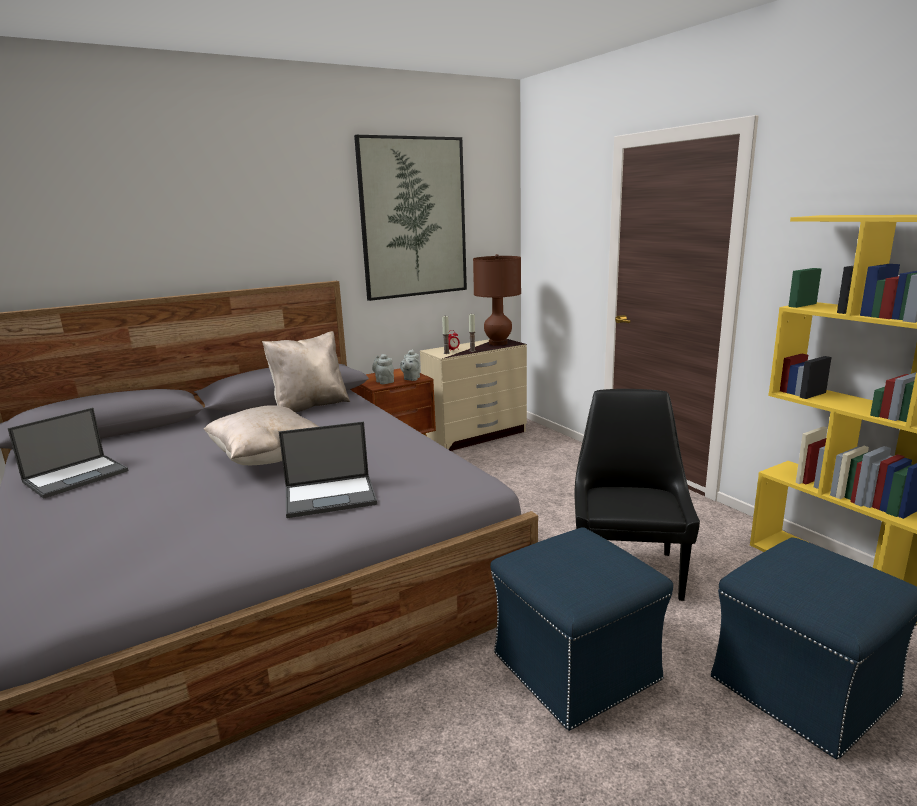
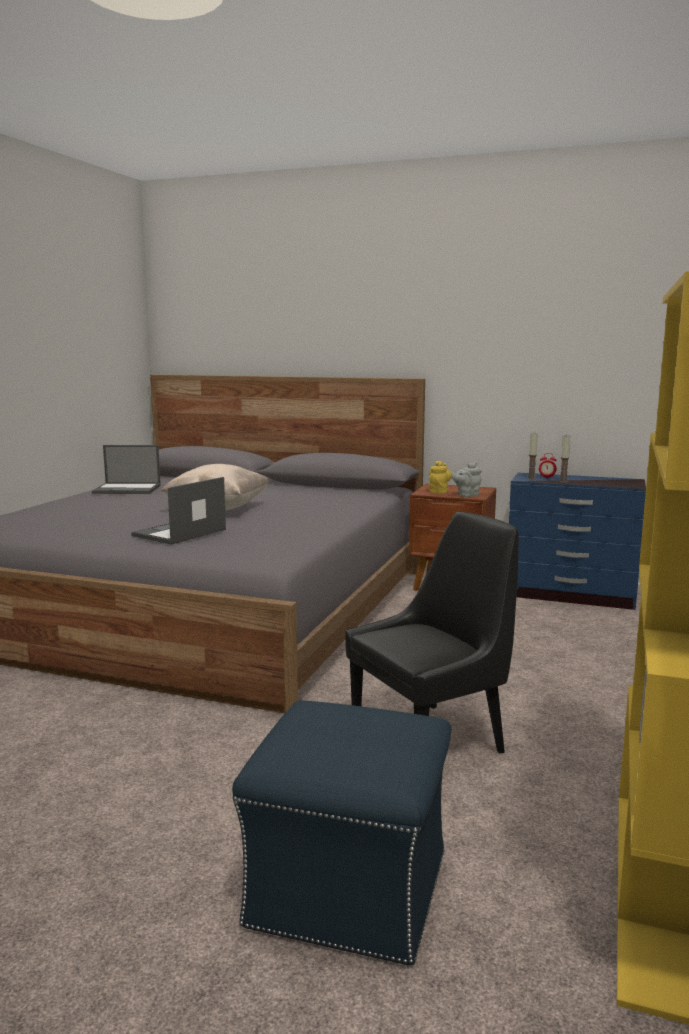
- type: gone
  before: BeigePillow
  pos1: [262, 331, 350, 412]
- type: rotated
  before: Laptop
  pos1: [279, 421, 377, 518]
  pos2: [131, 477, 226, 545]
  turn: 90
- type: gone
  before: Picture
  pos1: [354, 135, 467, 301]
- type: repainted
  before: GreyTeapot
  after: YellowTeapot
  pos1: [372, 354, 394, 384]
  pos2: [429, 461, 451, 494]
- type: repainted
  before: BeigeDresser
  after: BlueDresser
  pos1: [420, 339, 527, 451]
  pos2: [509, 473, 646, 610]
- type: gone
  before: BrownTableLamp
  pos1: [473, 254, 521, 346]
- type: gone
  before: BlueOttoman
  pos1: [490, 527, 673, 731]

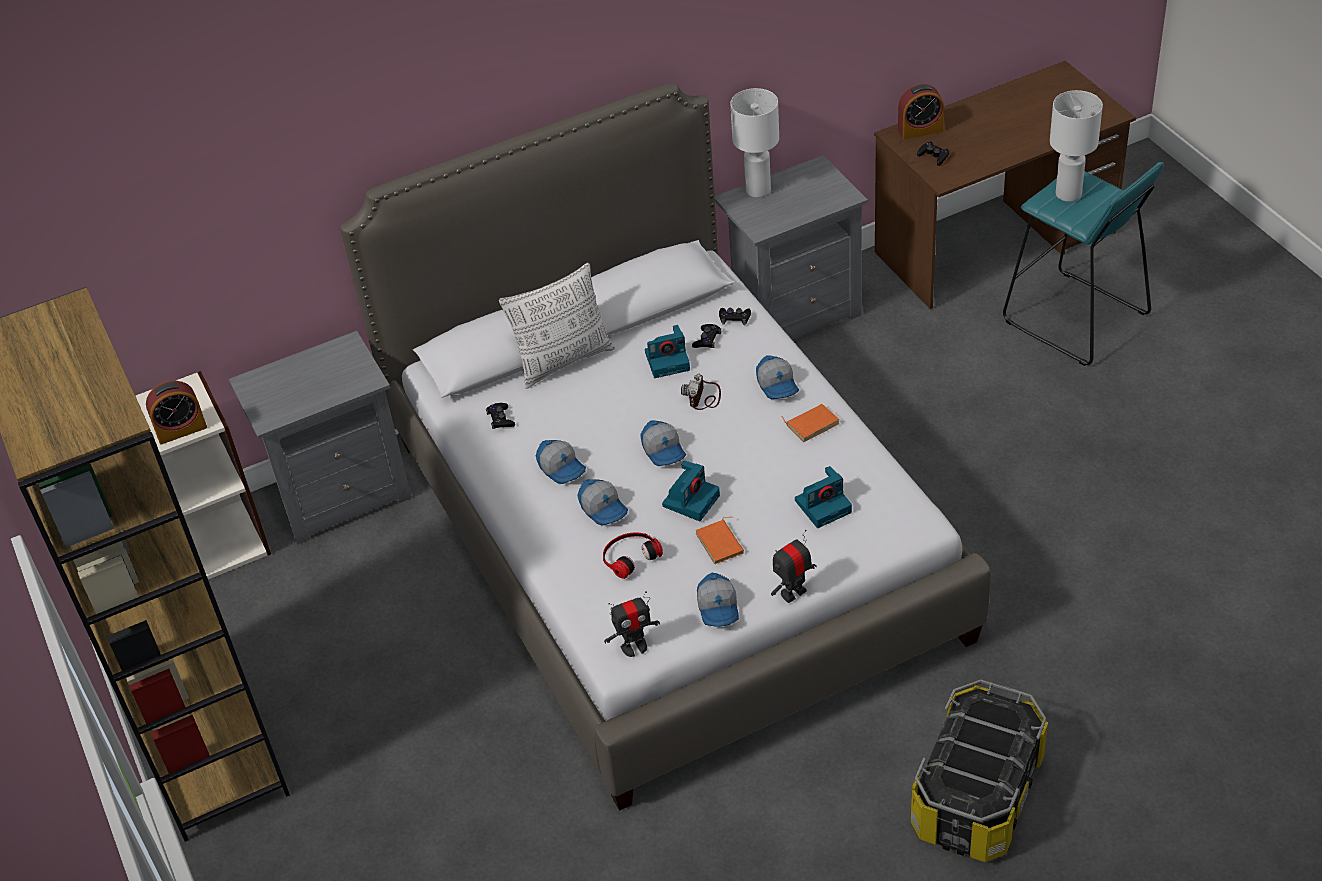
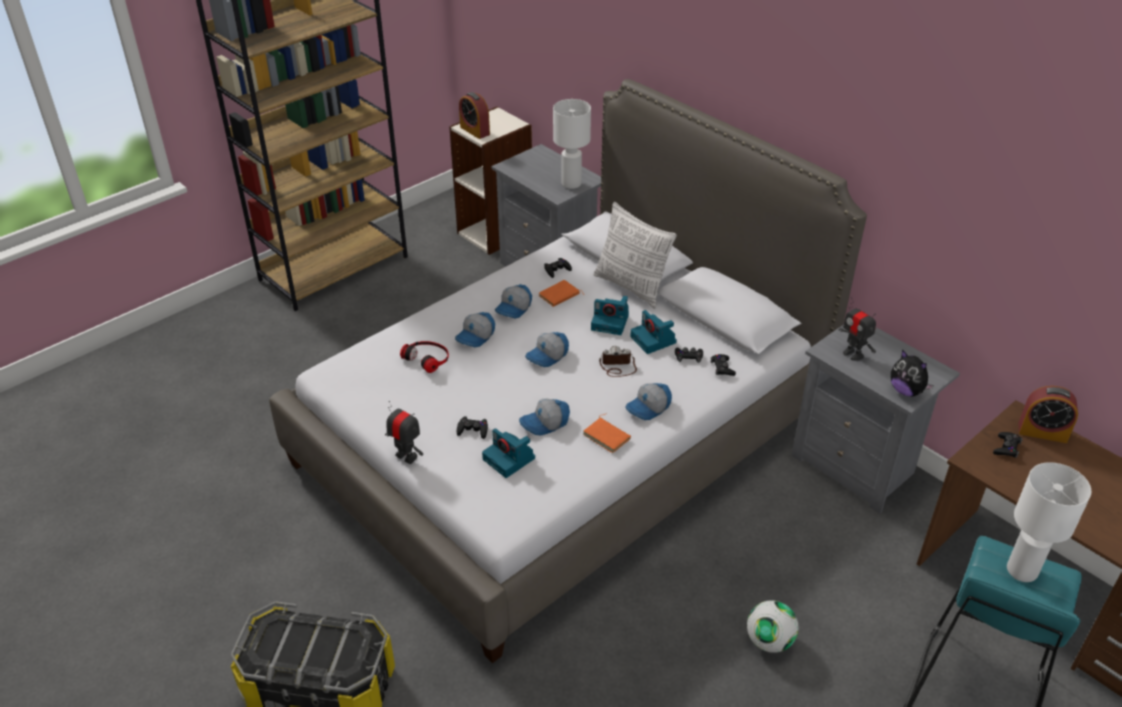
- type: shifted
  before: ToyRobot
  pos1: [604, 591, 660, 657]
  pos2: [839, 297, 876, 361]
- type: shifted
  before: PhotoCamera
  pos1: [662, 461, 720, 521]
  pos2: [591, 296, 629, 335]
- type: shifted
  before: OrangeBook
  pos1: [696, 517, 744, 564]
  pos2: [539, 280, 584, 307]
- type: shifted
  before: Cap
  pos1: [697, 573, 739, 627]
  pos2: [519, 399, 570, 435]
- type: shifted
  before: WhiteTableLamp
  pos1: [731, 88, 779, 198]
  pos2: [553, 99, 591, 189]
- type: rotated
  before: AlarmClock
  pos1: [898, 84, 944, 140]
  pos2: [1019, 386, 1078, 443]
  turn: -45
- type: new
  after: BlackGameController
  pos2: [457, 416, 488, 439]
- type: new
  after: Football
  pos2: [747, 600, 799, 653]
- type: new
  after: PlushToy
  pos2: [891, 349, 934, 396]

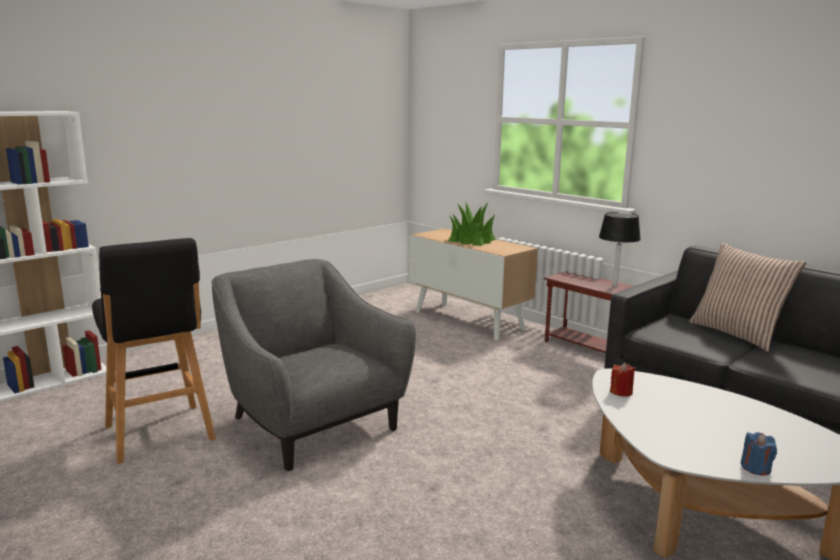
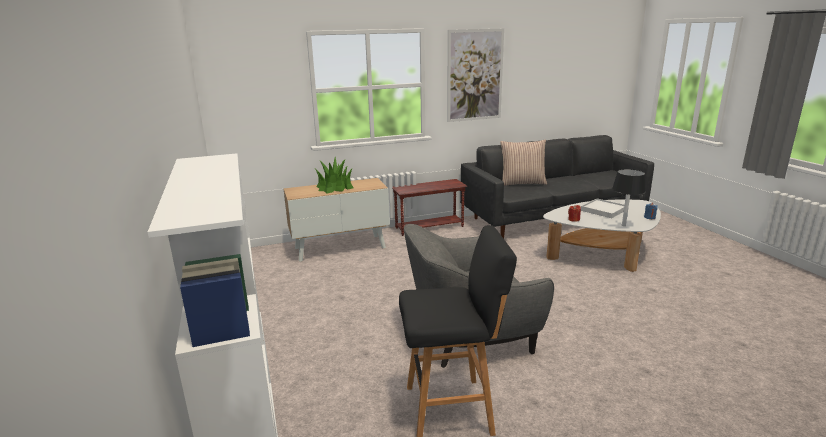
- type: shifted
  before: BlackTableLamp
  pos1: [599, 212, 641, 287]
  pos2: [612, 169, 646, 226]
- type: new
  after: Picture
  pos2: [447, 29, 504, 122]
- type: new
  after: WhiteTray
  pos2: [581, 198, 624, 218]

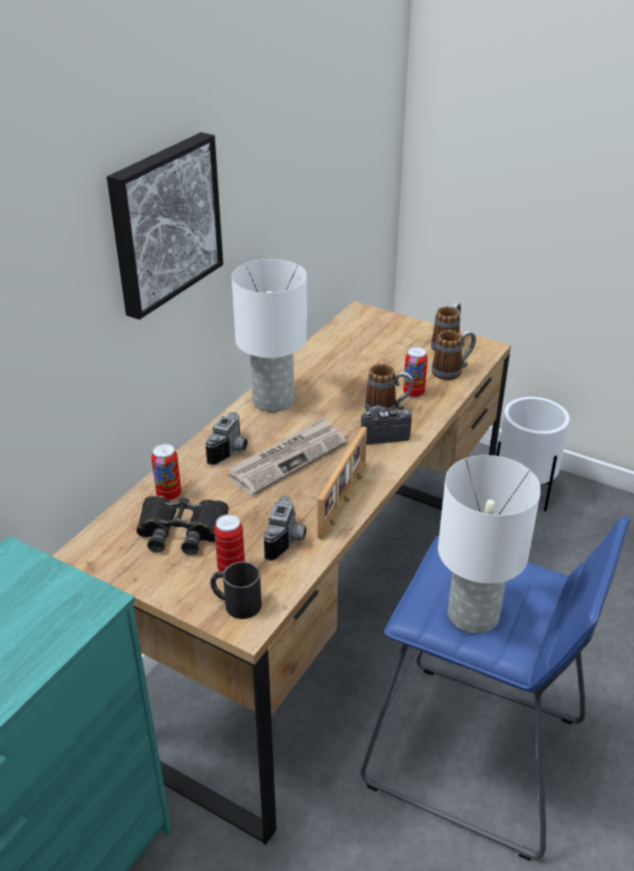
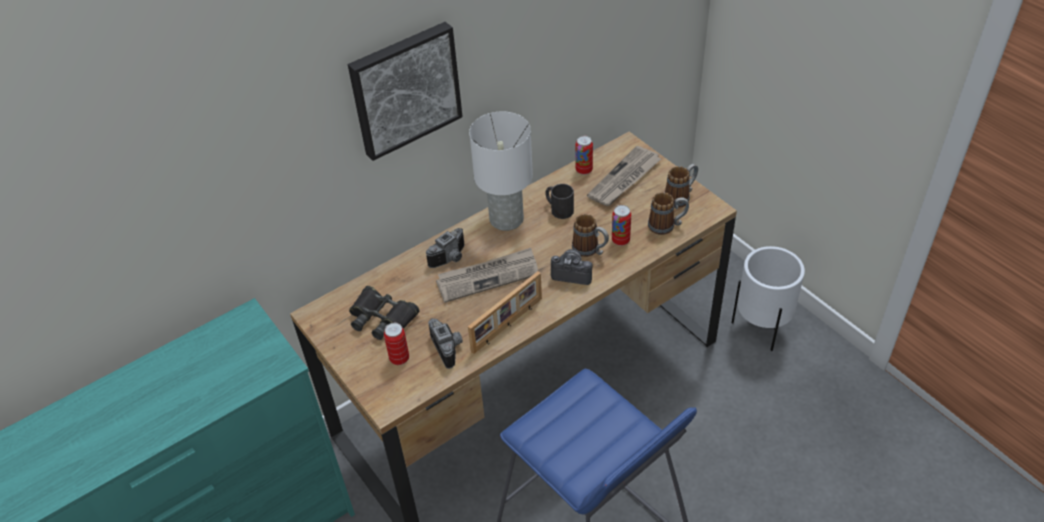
- type: shifted
  before: Can
  pos1: [151, 443, 181, 501]
  pos2: [575, 136, 593, 175]
- type: shifted
  before: BlackMug
  pos1: [210, 562, 262, 619]
  pos2: [545, 184, 574, 219]
- type: rotated
  before: PhotoCamera
  pos1: [263, 496, 306, 561]
  pos2: [428, 318, 463, 369]
  turn: -60
- type: gone
  before: WhiteTableLamp
  pos1: [438, 455, 541, 634]
- type: new
  after: Newspaper
  pos2: [587, 146, 661, 206]

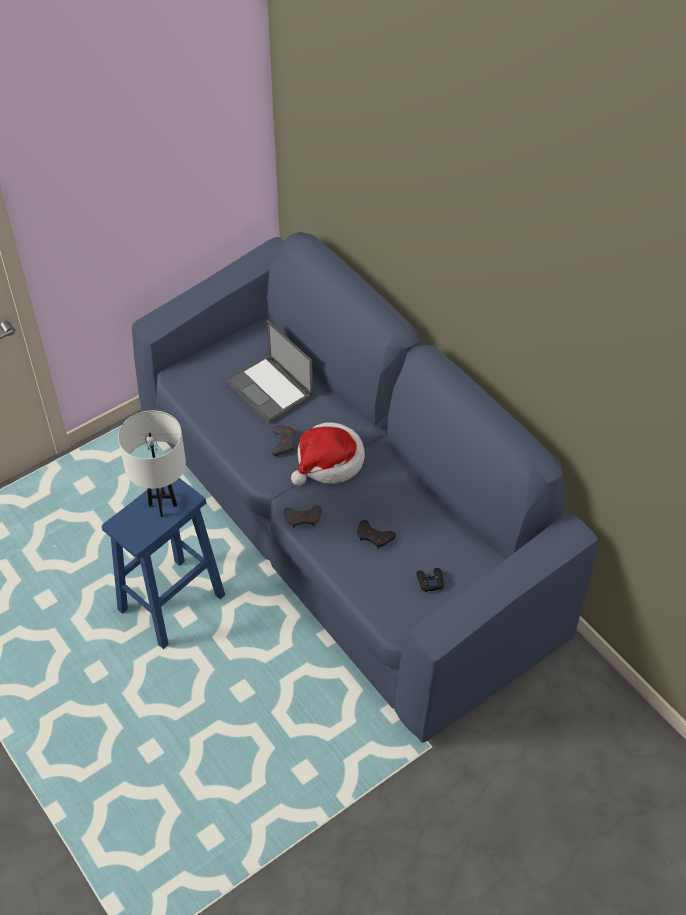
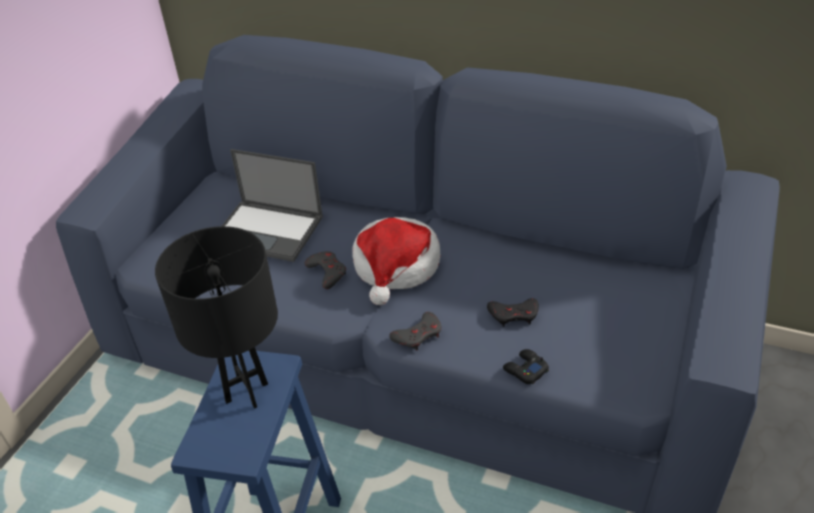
- type: repainted
  before: WhiteTableLamp
  after: BlackTableLamp
  pos1: [118, 410, 186, 517]
  pos2: [155, 226, 278, 409]
- type: shifted
  before: BlackGameController
  pos1: [416, 568, 444, 592]
  pos2: [503, 349, 549, 384]

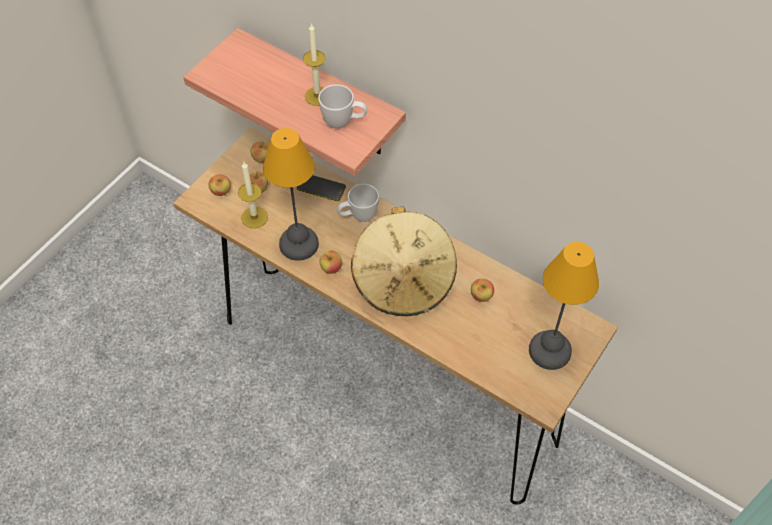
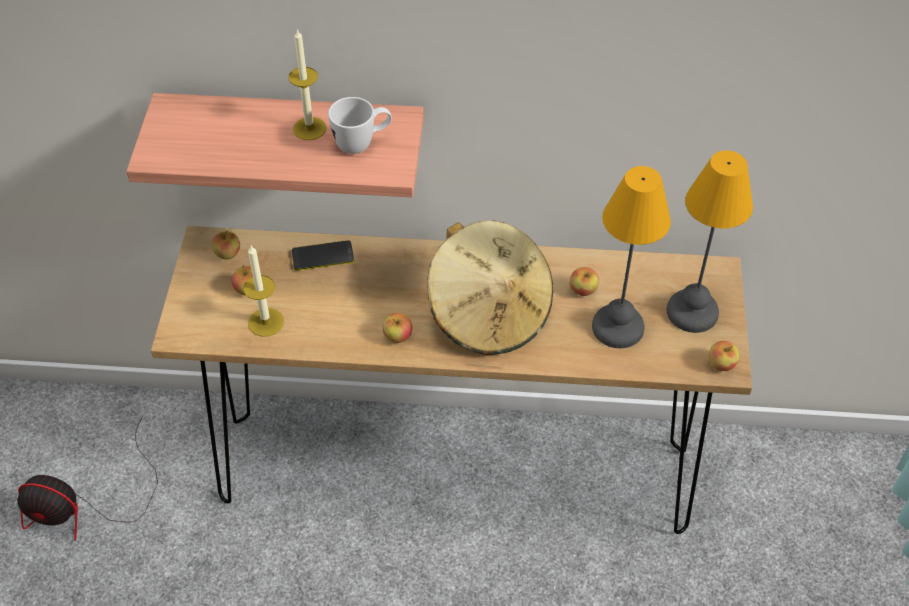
- type: shifted
  before: Apple
  pos1: [209, 174, 231, 196]
  pos2: [709, 341, 739, 371]
- type: shifted
  before: TableLamp
  pos1: [263, 128, 319, 261]
  pos2: [592, 166, 671, 348]
- type: gone
  before: WhiteMug
  pos1: [337, 184, 379, 222]
- type: new
  after: Fan
  pos2: [17, 418, 158, 541]

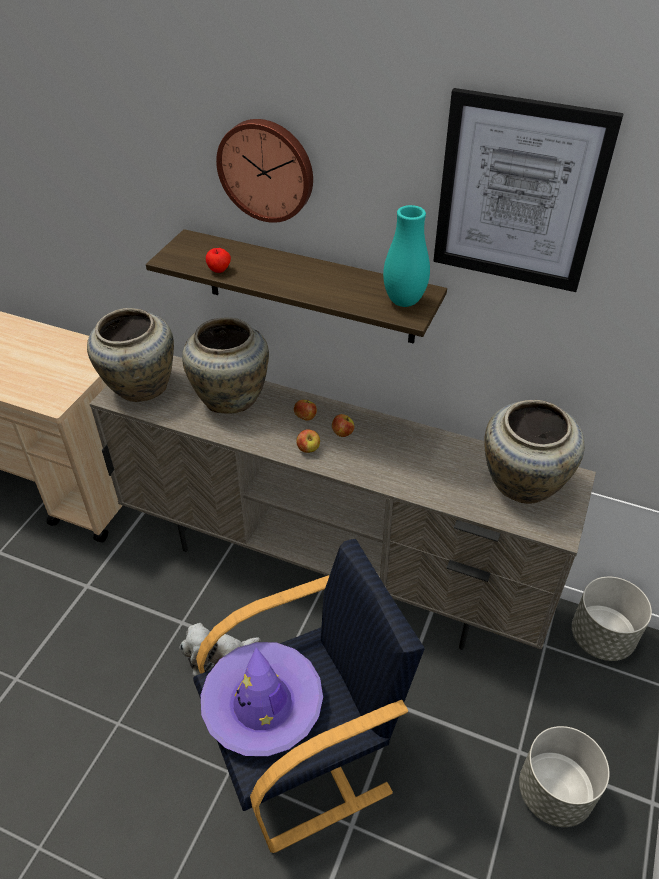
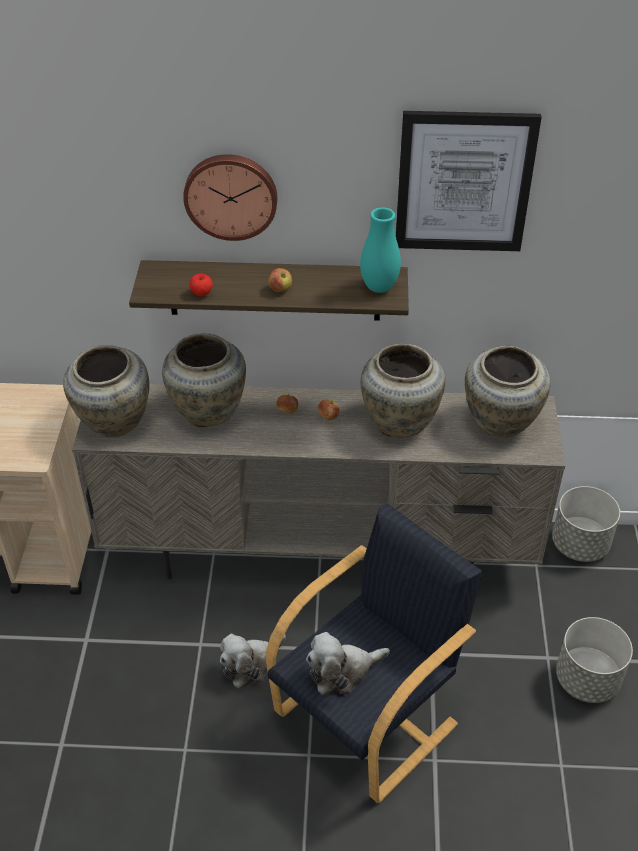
- type: swapped
  before: PurpleHat
  after: PlushToy
  pos1: [201, 642, 323, 756]
  pos2: [306, 632, 390, 695]
- type: shifted
  before: Apple
  pos1: [296, 429, 320, 453]
  pos2: [268, 268, 292, 292]
- type: new
  after: BeigeVase
  pos2: [361, 344, 445, 437]

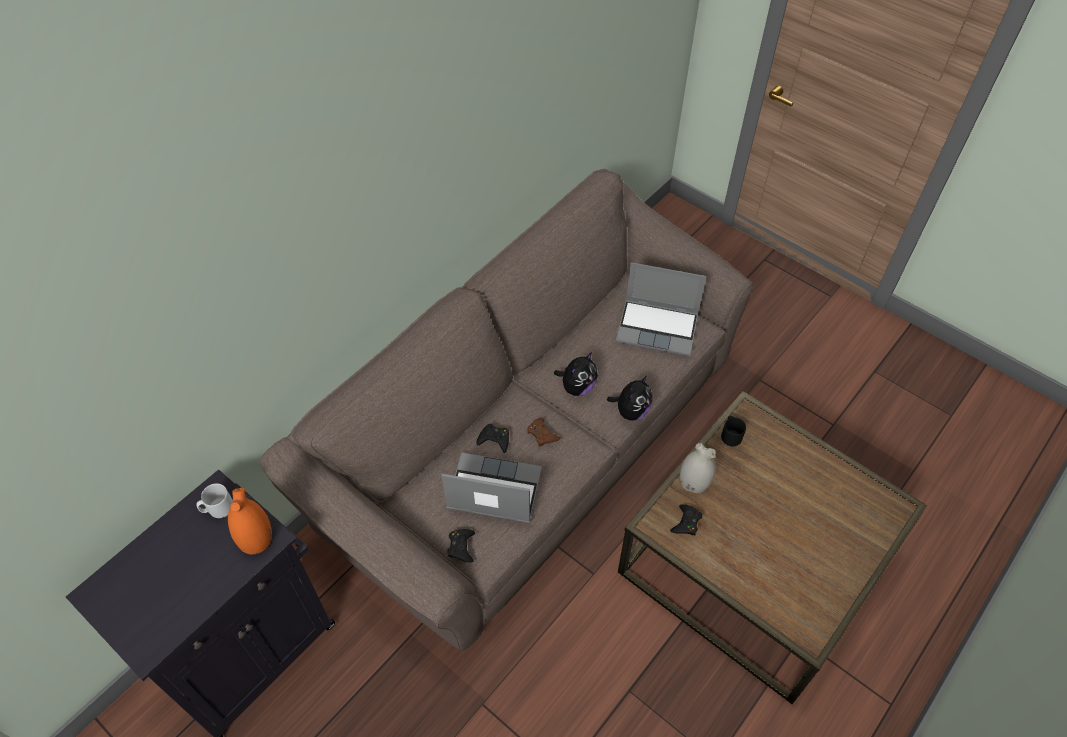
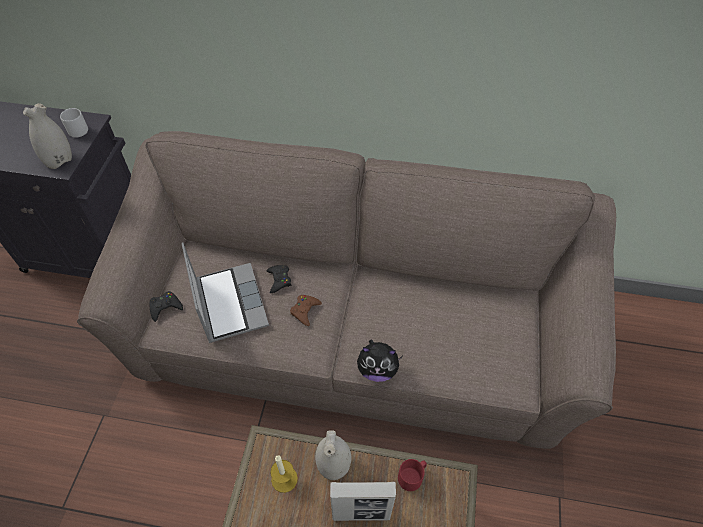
- type: repainted
  before: OrangeVase
  after: WhiteVase
  pos1: [228, 487, 272, 555]
  pos2: [23, 103, 72, 169]
- type: gone
  before: PlushToy
  pos1: [554, 352, 598, 396]
- type: gone
  before: Laptop
  pos1: [616, 262, 706, 356]
- type: swapped
  before: BlackGameController
  after: Candle
  pos1: [670, 504, 702, 536]
  pos2: [270, 455, 298, 493]
- type: repainted
  before: BlackMug
  after: RedMug
  pos1: [721, 416, 746, 446]
  pos2: [398, 459, 427, 491]
- type: new
  after: PictureFrame
  pos2: [330, 482, 396, 521]

